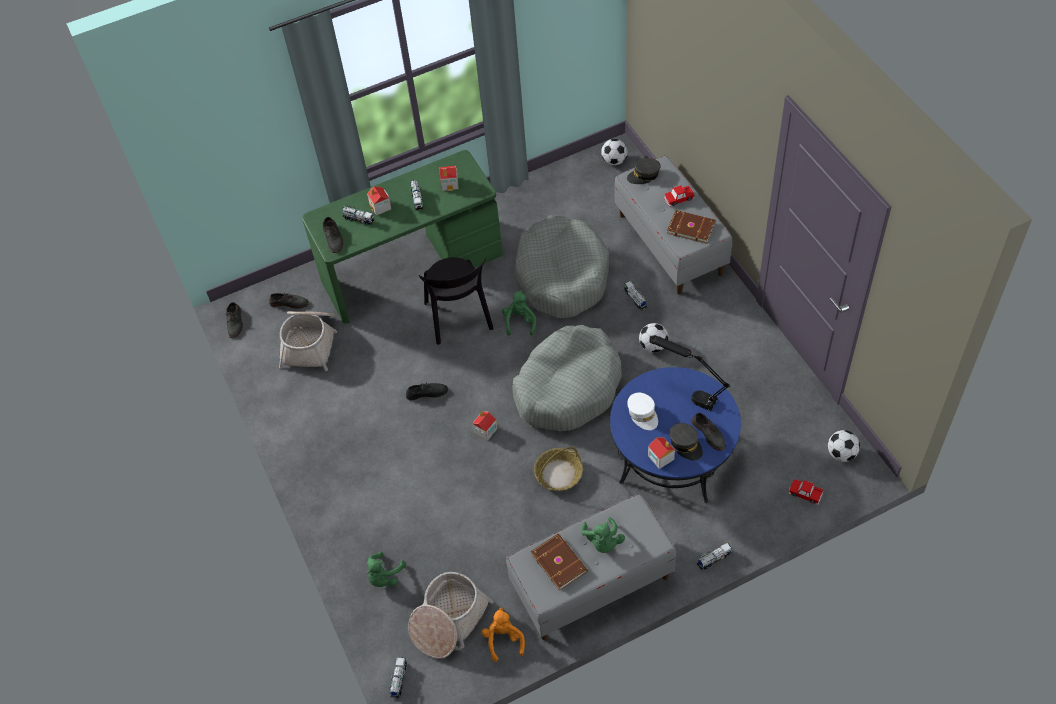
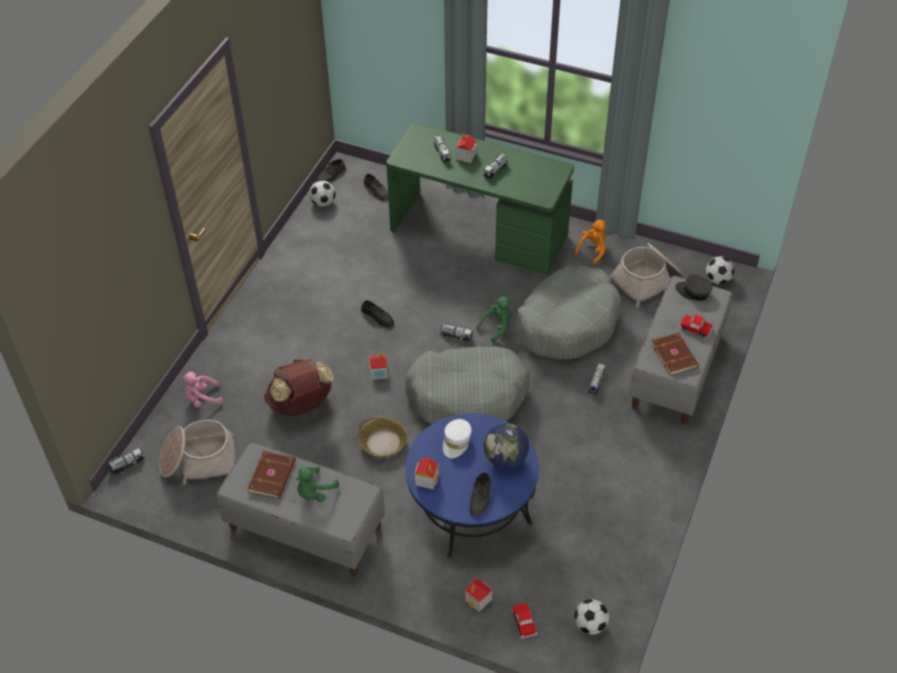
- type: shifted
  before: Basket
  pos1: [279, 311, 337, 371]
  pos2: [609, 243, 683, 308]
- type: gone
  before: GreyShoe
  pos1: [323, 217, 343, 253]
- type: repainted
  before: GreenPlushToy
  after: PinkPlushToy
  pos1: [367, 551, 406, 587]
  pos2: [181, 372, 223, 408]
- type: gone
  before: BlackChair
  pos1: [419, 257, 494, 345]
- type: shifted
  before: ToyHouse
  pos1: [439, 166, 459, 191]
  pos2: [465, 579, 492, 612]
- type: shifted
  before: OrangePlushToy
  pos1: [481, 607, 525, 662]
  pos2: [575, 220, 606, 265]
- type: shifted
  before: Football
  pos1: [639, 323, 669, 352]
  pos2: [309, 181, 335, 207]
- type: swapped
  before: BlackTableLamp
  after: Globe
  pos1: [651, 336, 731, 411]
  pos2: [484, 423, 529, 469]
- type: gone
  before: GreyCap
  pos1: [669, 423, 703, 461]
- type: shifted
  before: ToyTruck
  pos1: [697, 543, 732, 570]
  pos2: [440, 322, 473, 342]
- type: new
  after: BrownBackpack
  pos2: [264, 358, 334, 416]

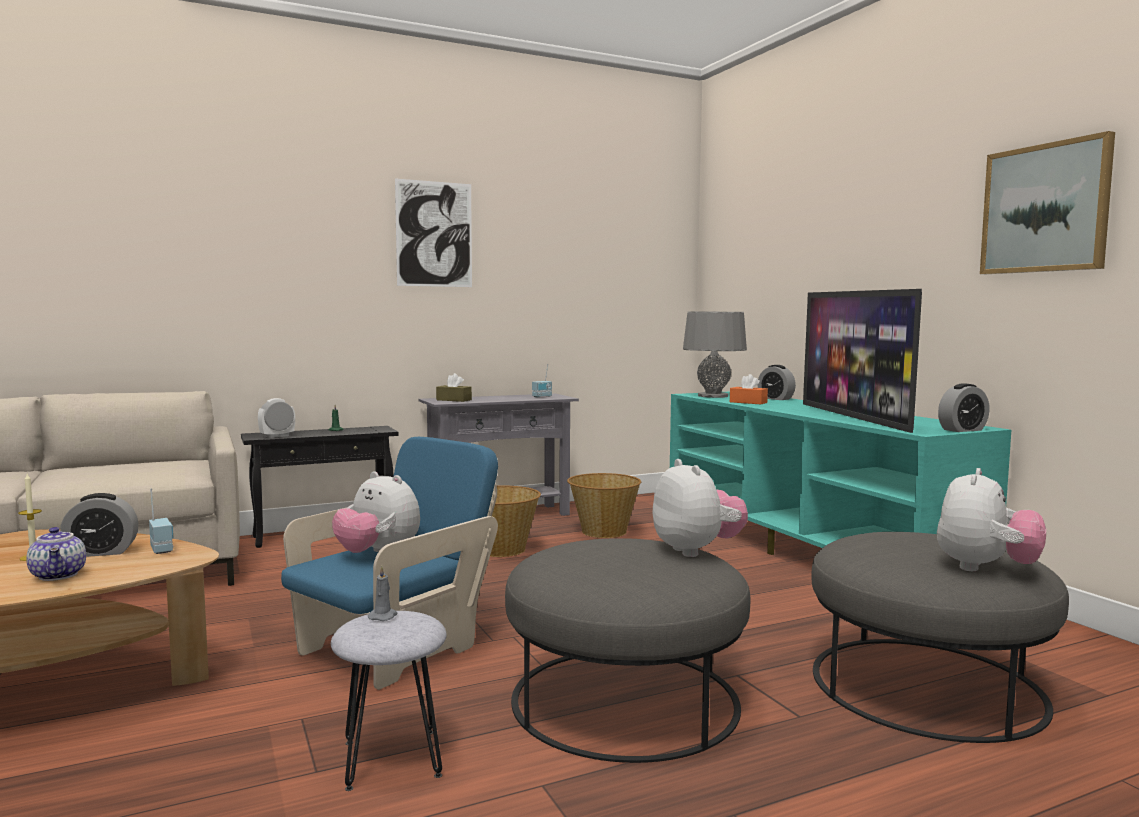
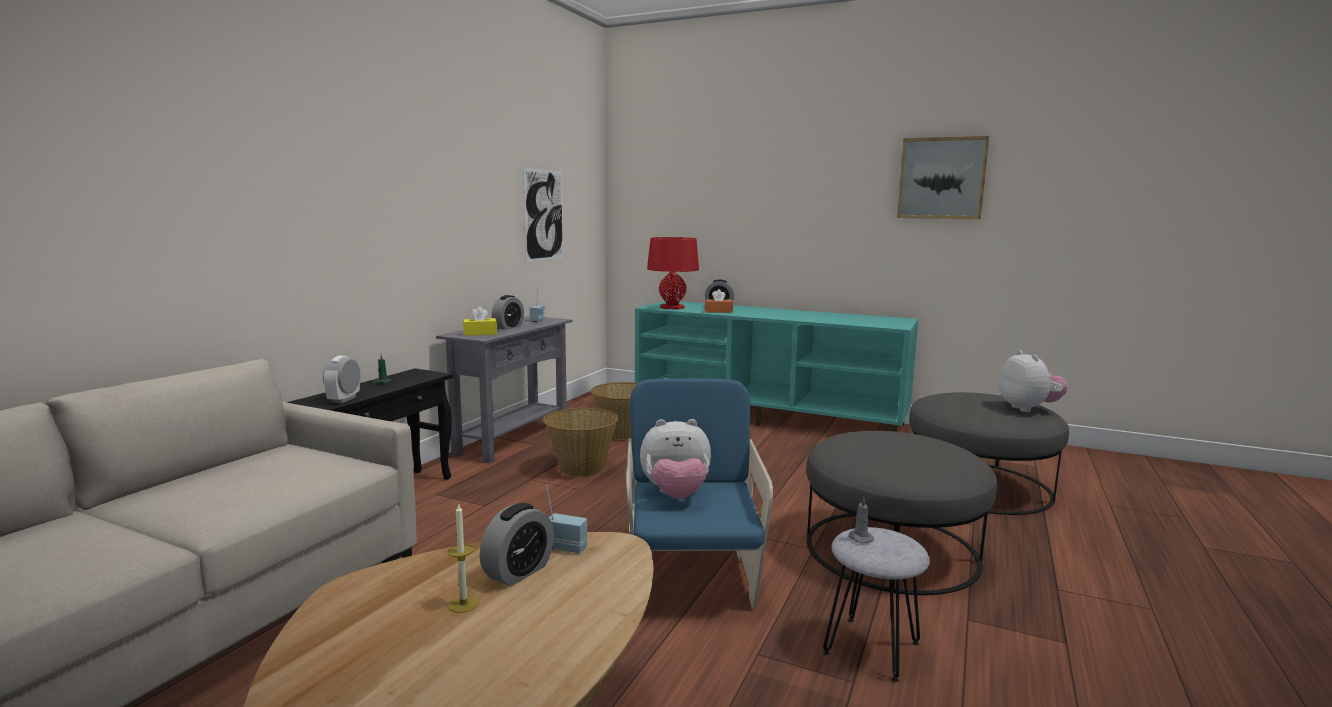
- type: gone
  before: Teapot
  pos1: [26, 527, 86, 581]
- type: shifted
  before: Picture
  pos1: [395, 178, 472, 287]
  pos2: [523, 168, 564, 261]
- type: repainted
  before: BrownTissueBox
  after: YellowTissueBox
  pos1: [436, 373, 472, 402]
  pos2: [463, 306, 497, 336]
- type: gone
  before: PlushToy
  pos1: [653, 459, 748, 557]
- type: repainted
  before: GreyTableLamp
  after: RedTableLamp
  pos1: [683, 312, 747, 398]
  pos2: [647, 237, 699, 309]
- type: gone
  before: Television
  pos1: [803, 289, 922, 433]
- type: shifted
  before: AlarmClock
  pos1: [938, 383, 990, 432]
  pos2: [492, 295, 524, 330]

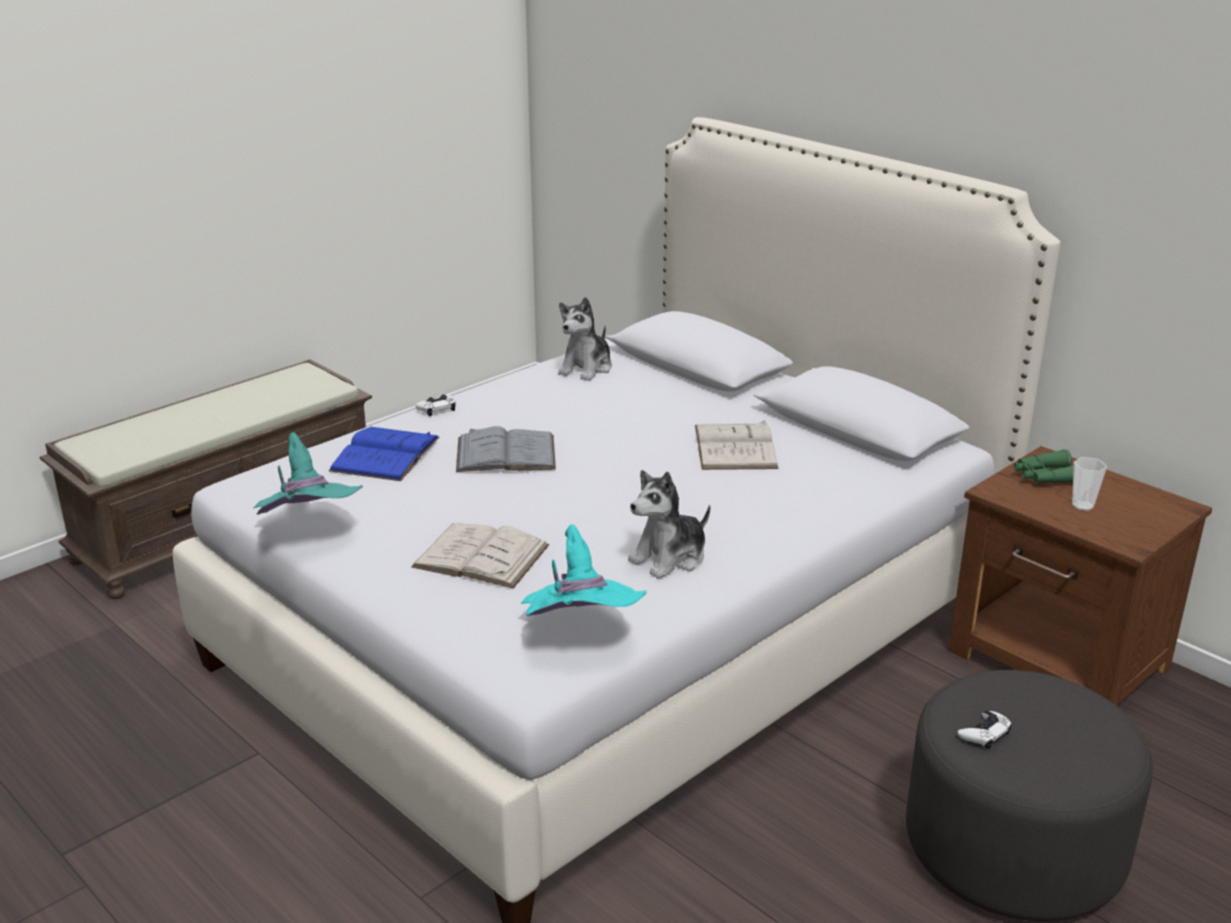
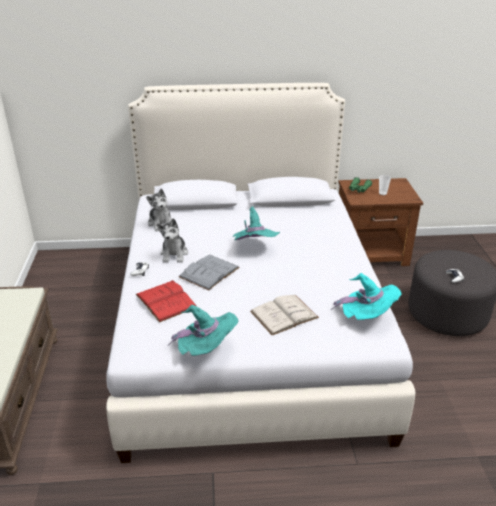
- type: repainted
  before: BlueBook
  after: RedBook
  pos1: [329, 427, 440, 481]
  pos2: [136, 280, 197, 322]
- type: shifted
  before: PlushToy
  pos1: [628, 470, 710, 579]
  pos2: [157, 218, 188, 262]
- type: gone
  before: WhiteBook
  pos1: [695, 420, 779, 470]
- type: new
  after: TurquoiseHat
  pos2: [232, 206, 280, 240]

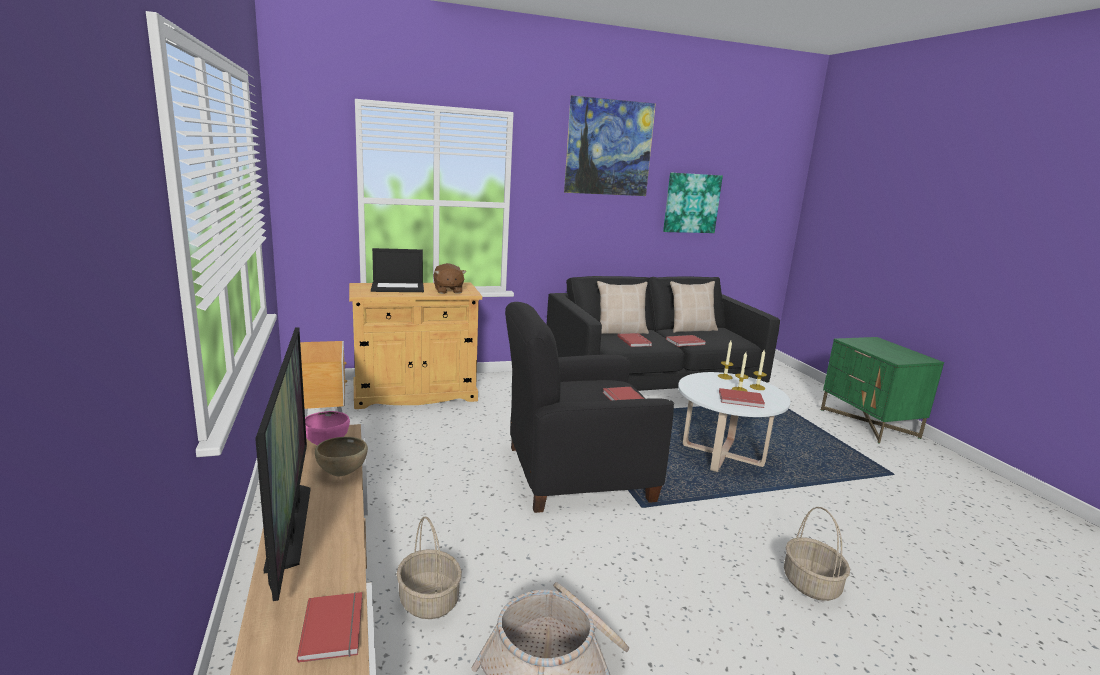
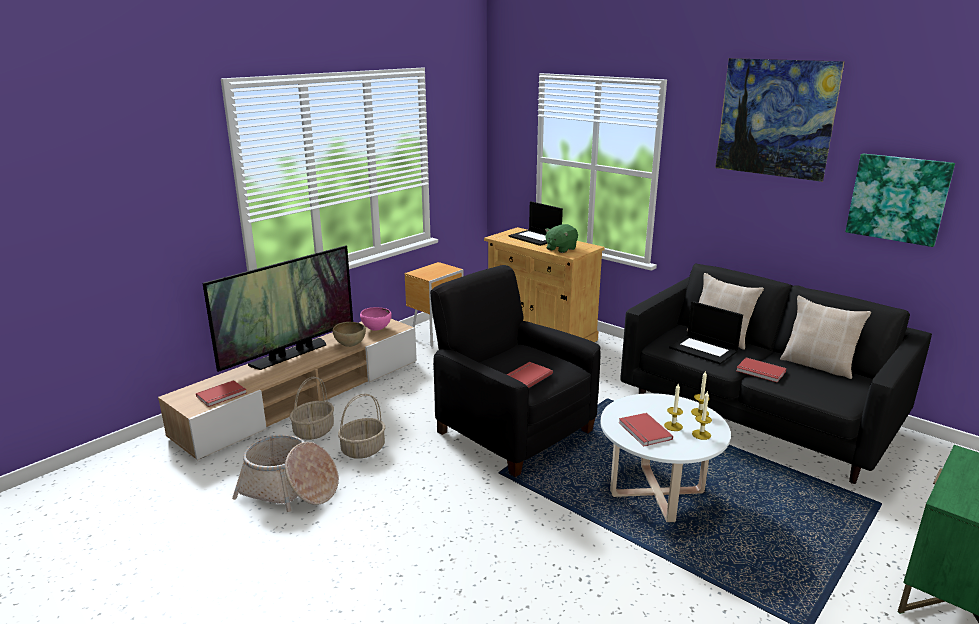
- type: repainted
  before: BrownPlushToy
  after: GreenPlushToy
  pos1: [433, 263, 466, 294]
  pos2: [545, 224, 578, 253]
- type: swapped
  before: RedBook
  after: Laptop
  pos1: [618, 333, 652, 347]
  pos2: [669, 301, 743, 365]
- type: shifted
  before: Basket
  pos1: [784, 507, 850, 601]
  pos2: [338, 394, 385, 459]

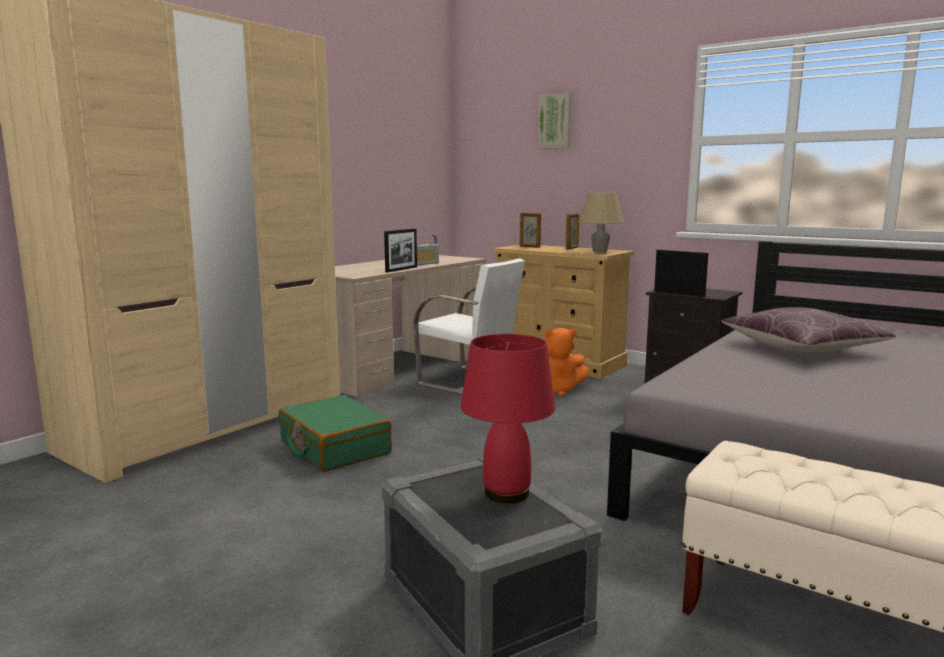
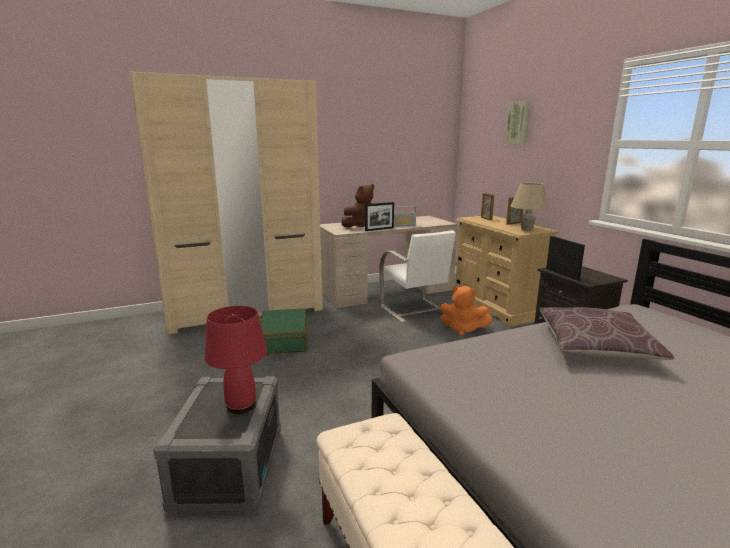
- type: new
  after: BrownPlushToy
  pos2: [341, 184, 374, 228]

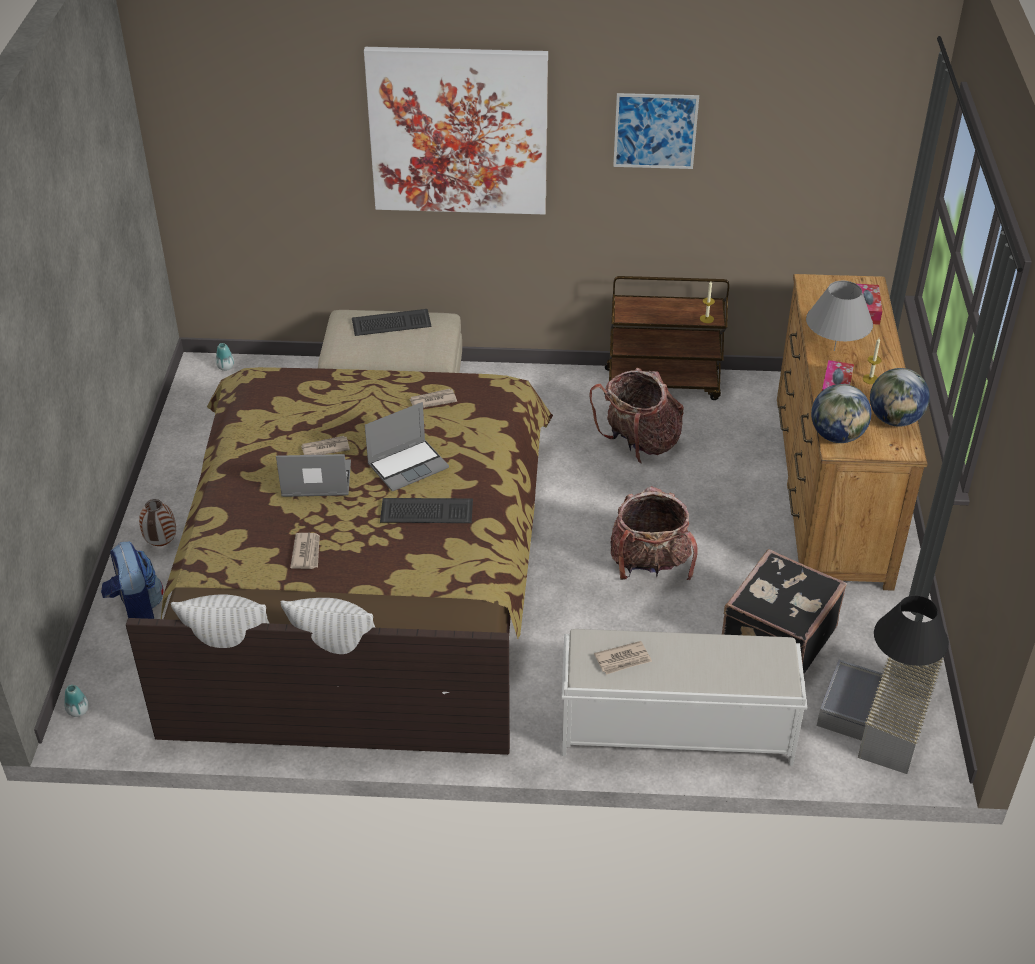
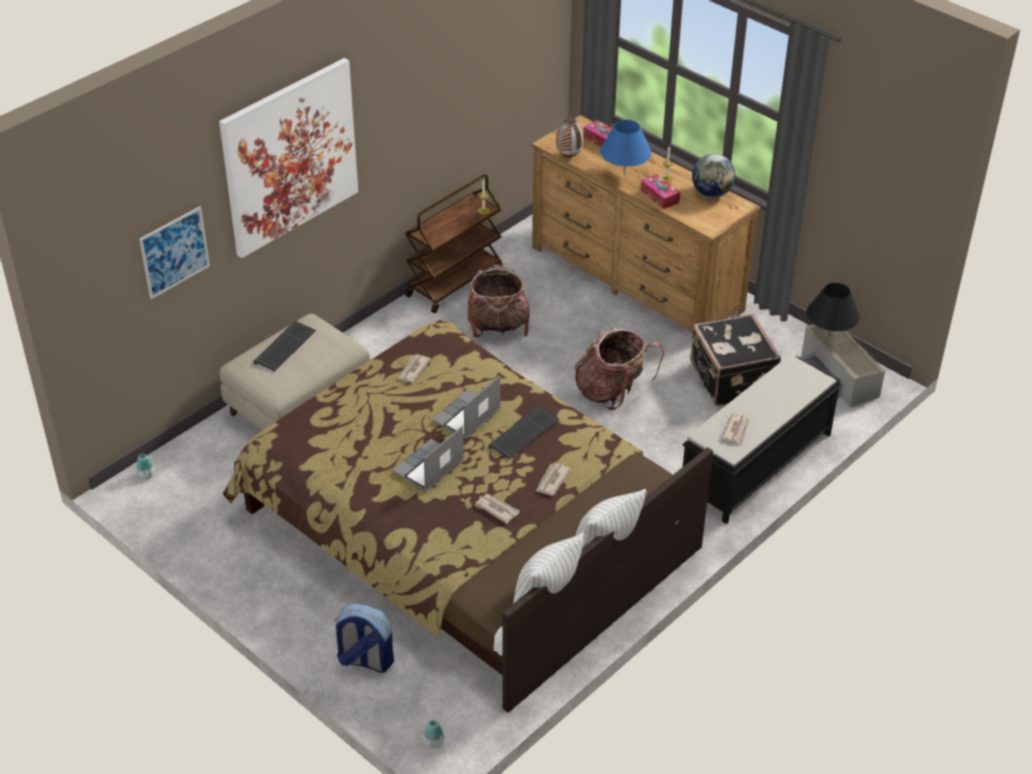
- type: shifted
  before: Vase
  pos1: [139, 499, 176, 546]
  pos2: [556, 117, 583, 157]
- type: shifted
  before: Newspaper
  pos1: [301, 436, 350, 455]
  pos2: [535, 463, 571, 496]
- type: rotated
  before: Laptop
  pos1: [365, 402, 449, 491]
  pos2: [432, 375, 500, 439]
  turn: -150
- type: repainted
  before: WhiteBench
  after: BlackBench
  pos1: [562, 629, 807, 766]
  pos2: [683, 355, 842, 524]
- type: shifted
  before: Picture
  pos1: [613, 93, 699, 169]
  pos2: [139, 206, 210, 299]
- type: repainted
  before: GreyTableLamp
  after: BlueTableLamp
  pos1: [806, 281, 873, 351]
  pos2: [600, 120, 651, 175]
- type: gone
  before: Globe
  pos1: [811, 384, 871, 443]

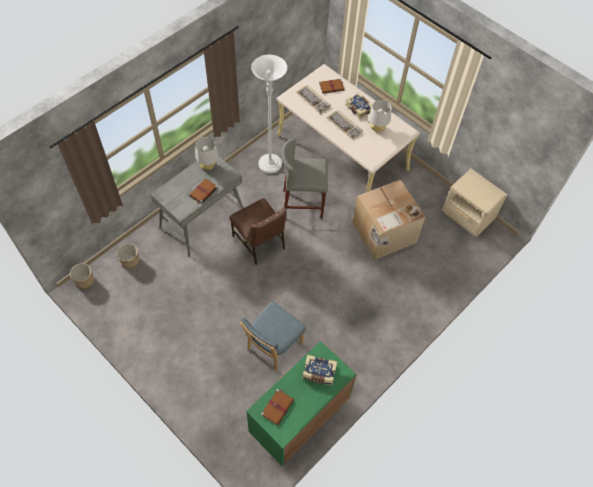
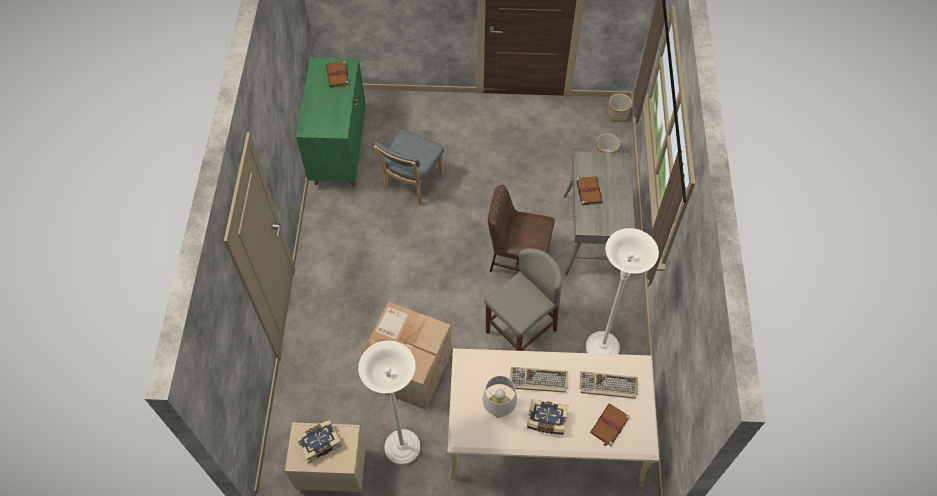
- type: gone
  before: GreyTableLamp
  pos1: [195, 137, 219, 170]
- type: rotated
  before: BlueChair
  pos1: [240, 301, 306, 372]
  pos2: [373, 130, 444, 205]
  turn: -150
- type: shifted
  before: Book
  pos1: [302, 355, 337, 385]
  pos2: [296, 420, 342, 464]
- type: new
  after: WhiteFloorLamp
  pos2: [358, 341, 421, 465]

